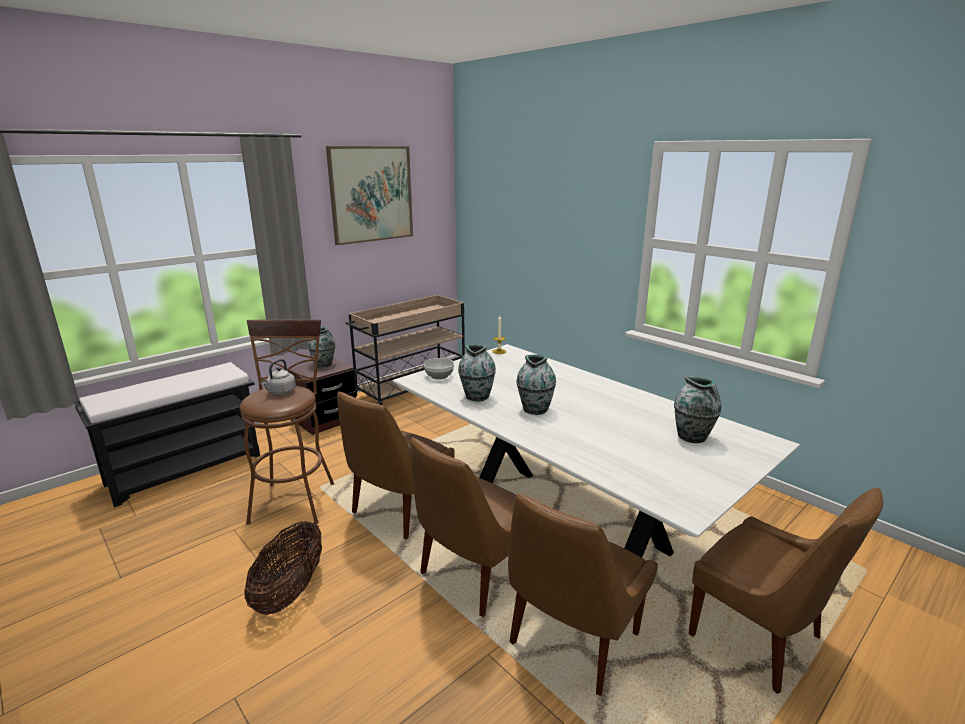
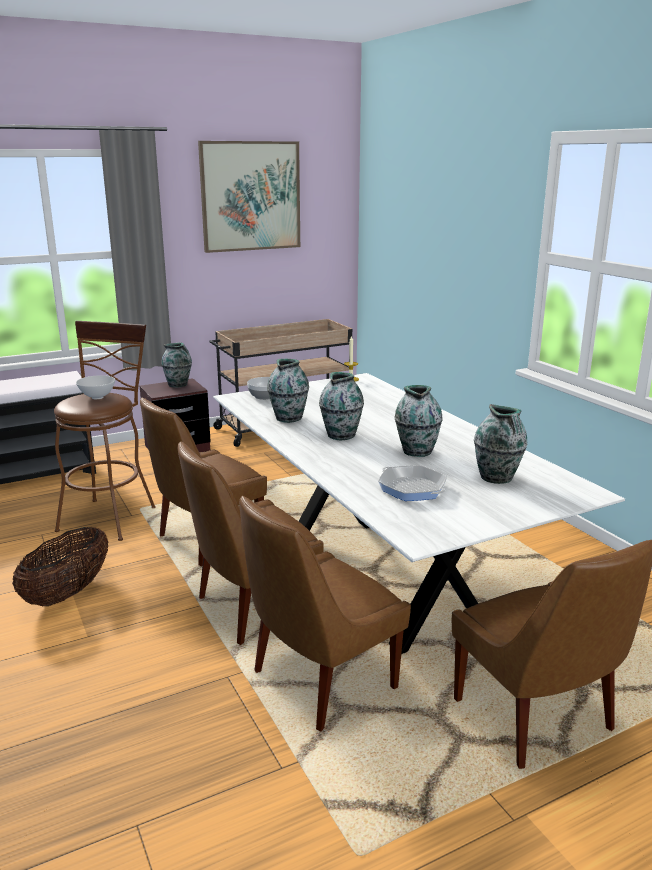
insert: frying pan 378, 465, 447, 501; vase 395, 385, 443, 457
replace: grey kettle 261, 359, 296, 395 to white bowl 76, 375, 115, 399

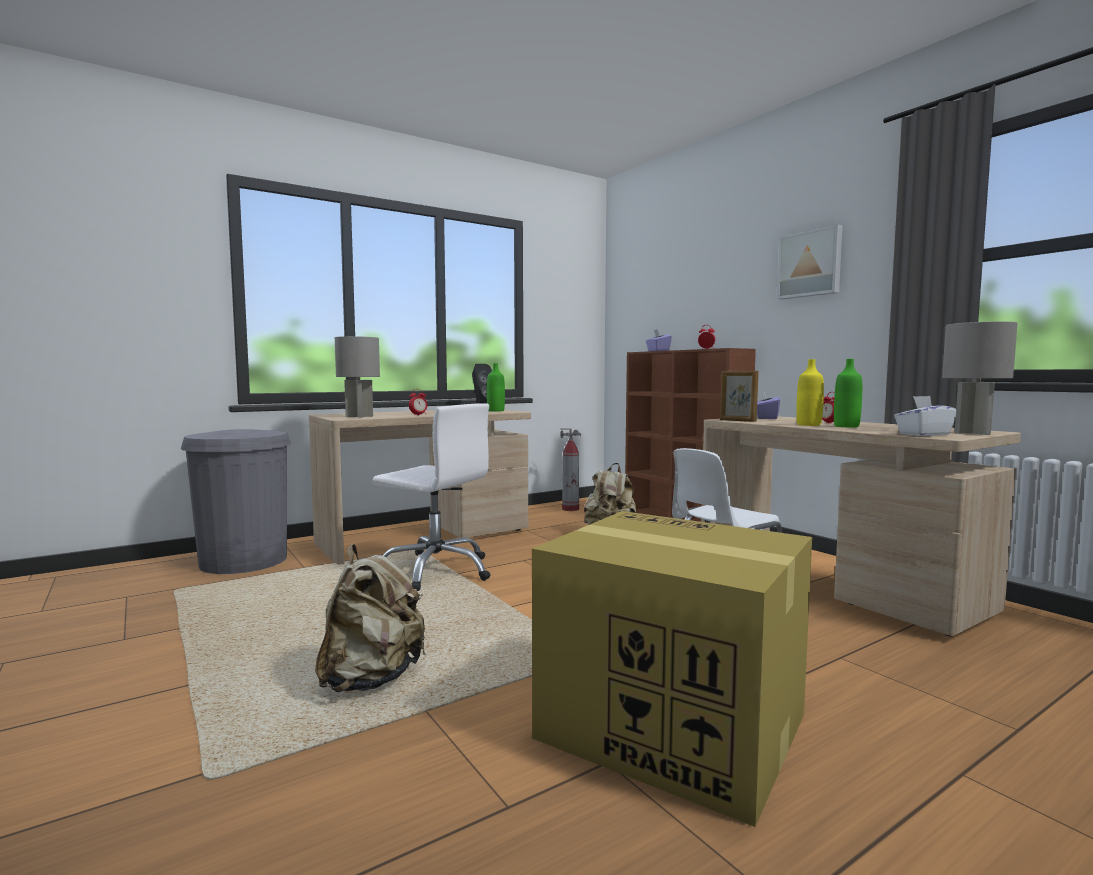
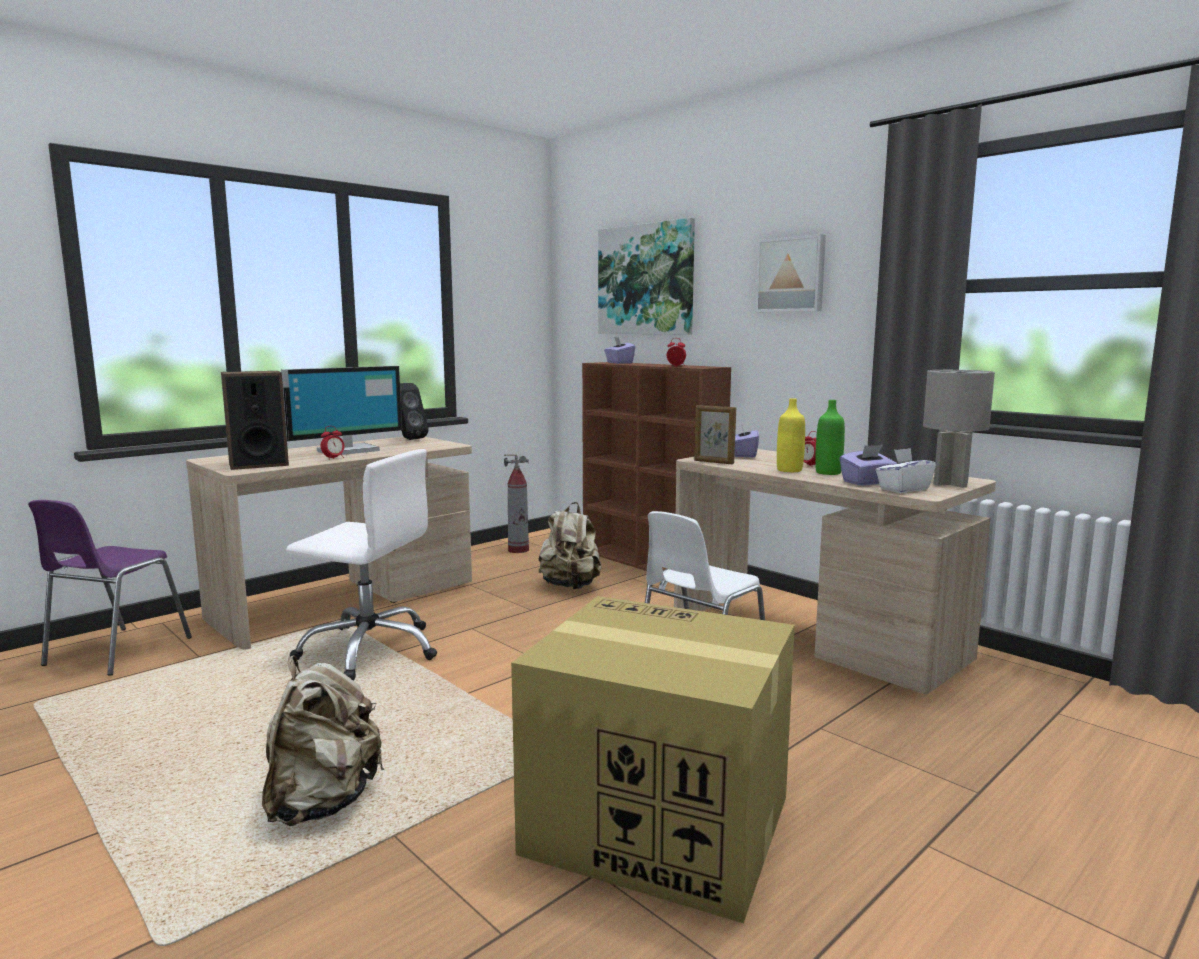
delete: green bottle 487, 363, 505, 412
insert: monitor 281, 366, 402, 455; picture 598, 218, 695, 334; purple tissue box 840, 445, 897, 486
replace: grey trash can 181, 429, 291, 574 to purple chair 28, 500, 192, 676; grey table lamp 335, 336, 380, 418 to speaker 221, 371, 289, 470

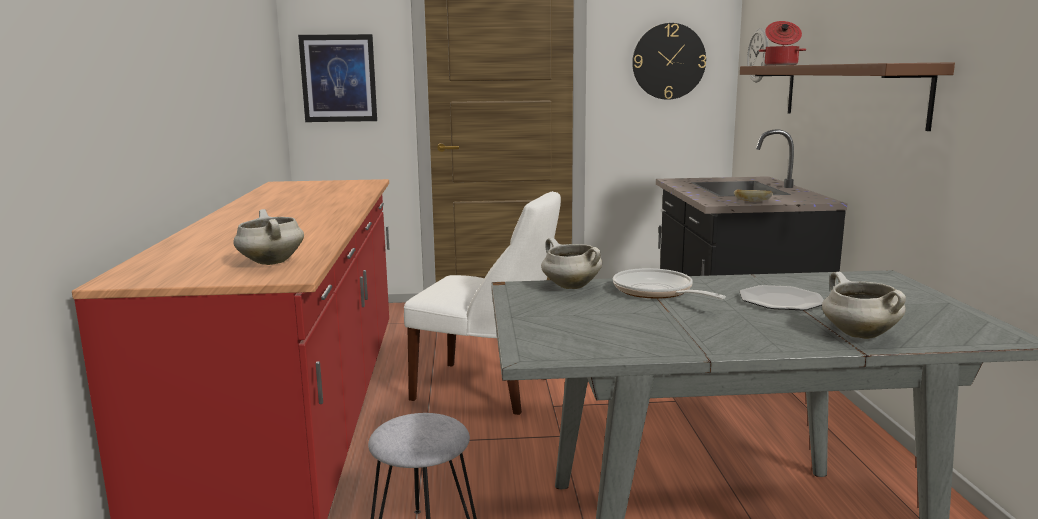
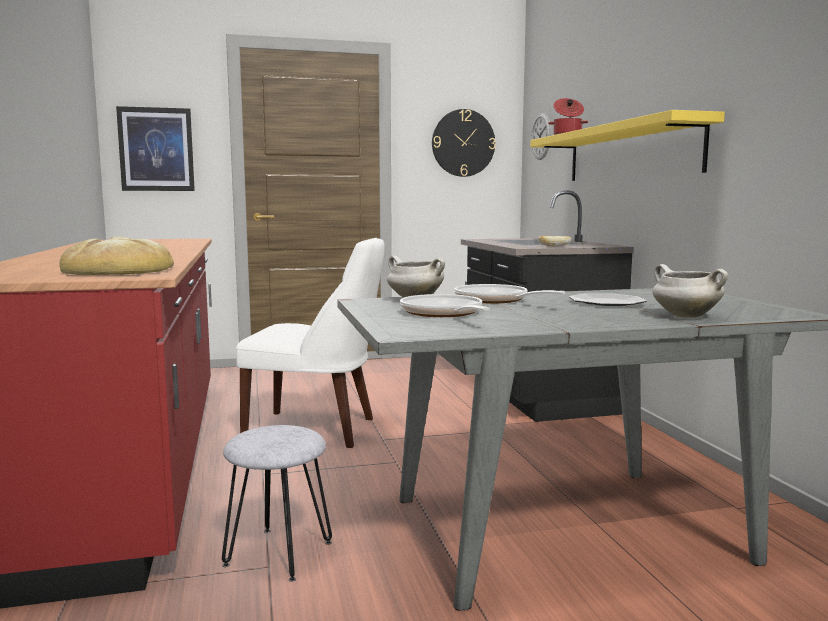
insert: frying pan 400, 294, 490, 317
replace: white cooking pot 233, 209, 304, 265 to bread 59, 236, 174, 275
recolor: brown shelf 740, 62, 955, 131 to yellow shelf 530, 110, 725, 181

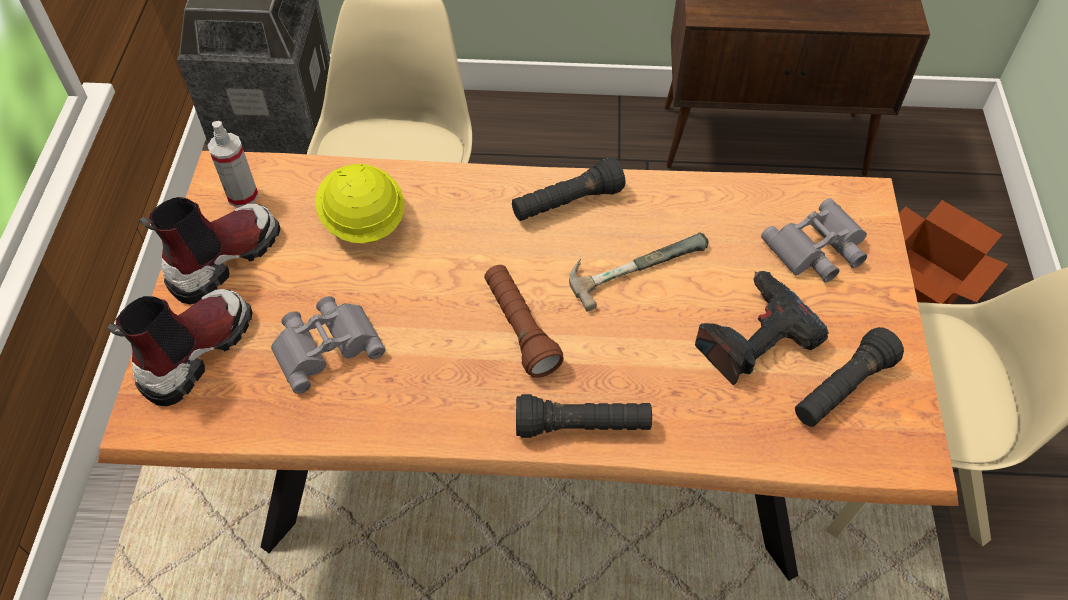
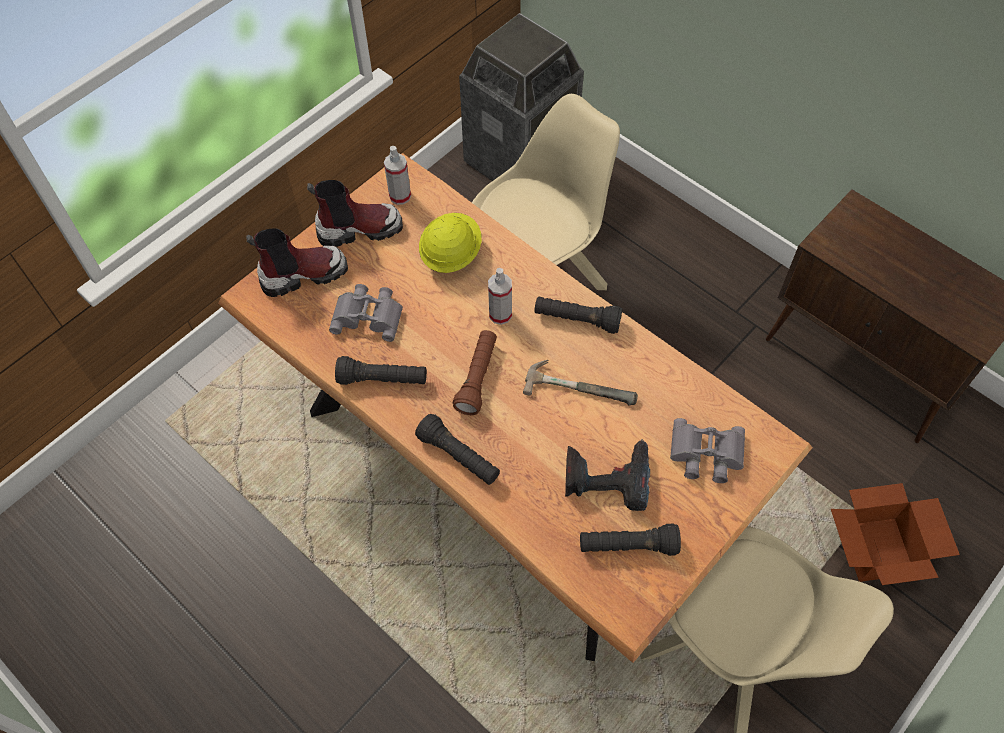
insert: black flashlight 335, 356, 427, 385; spray bottle 488, 268, 512, 325

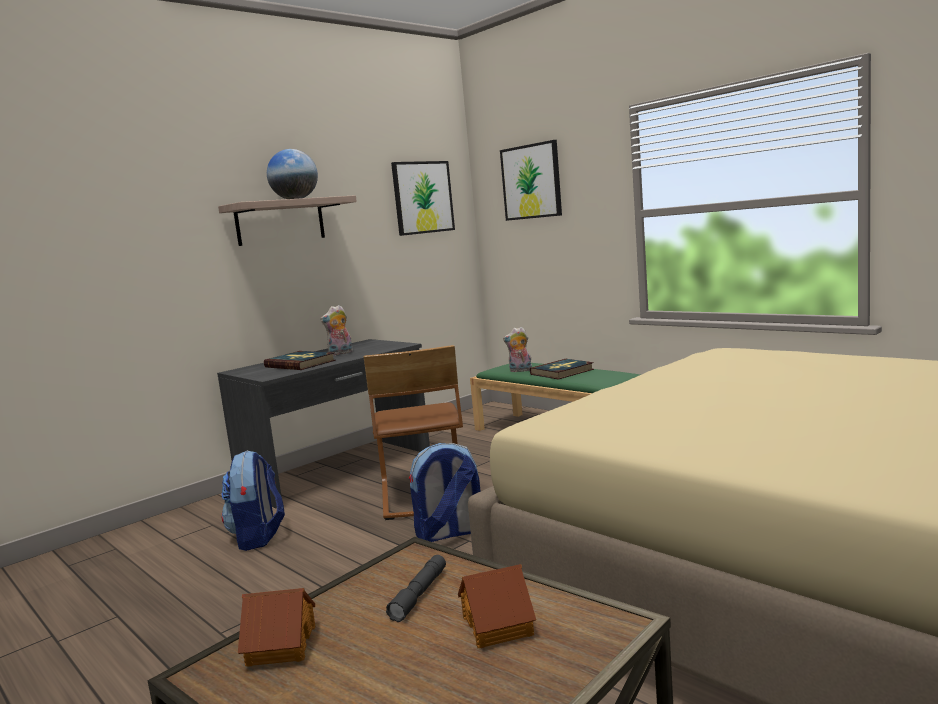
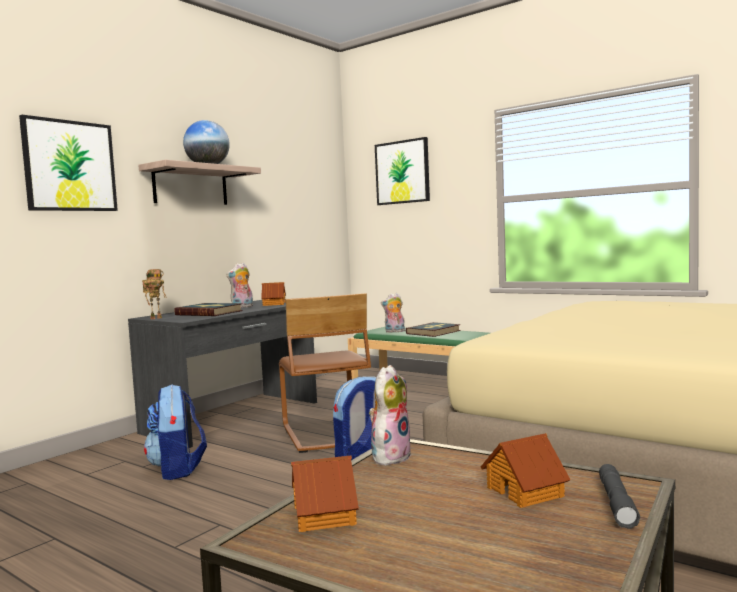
insert: toy robot 142, 269, 166, 319; toy house 261, 282, 286, 306; plush toy 369, 365, 412, 465
move: grey flashlight 386, 555, 446, 622 to 599, 464, 640, 529; picture 391, 161, 455, 236 to 19, 115, 118, 211

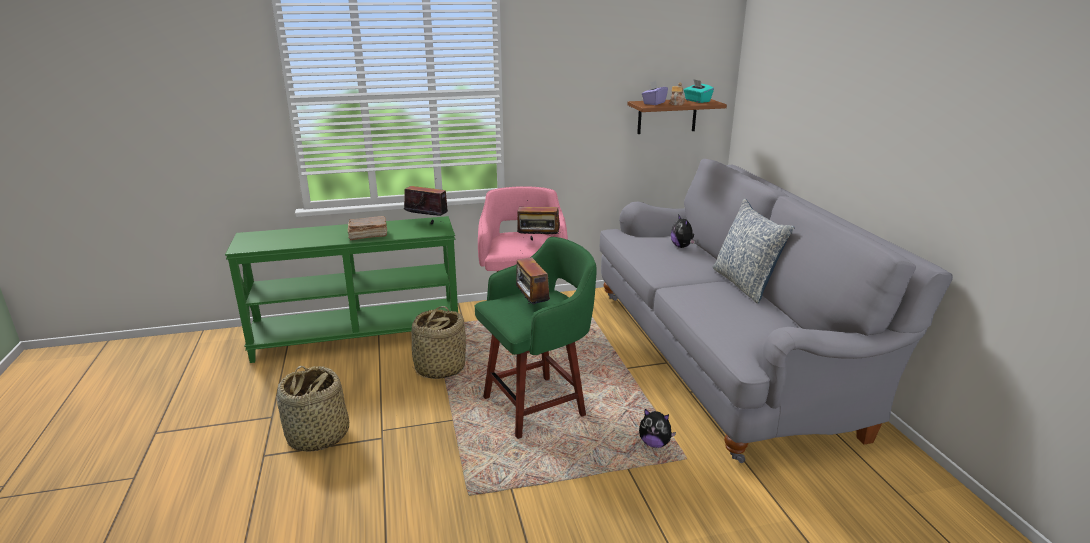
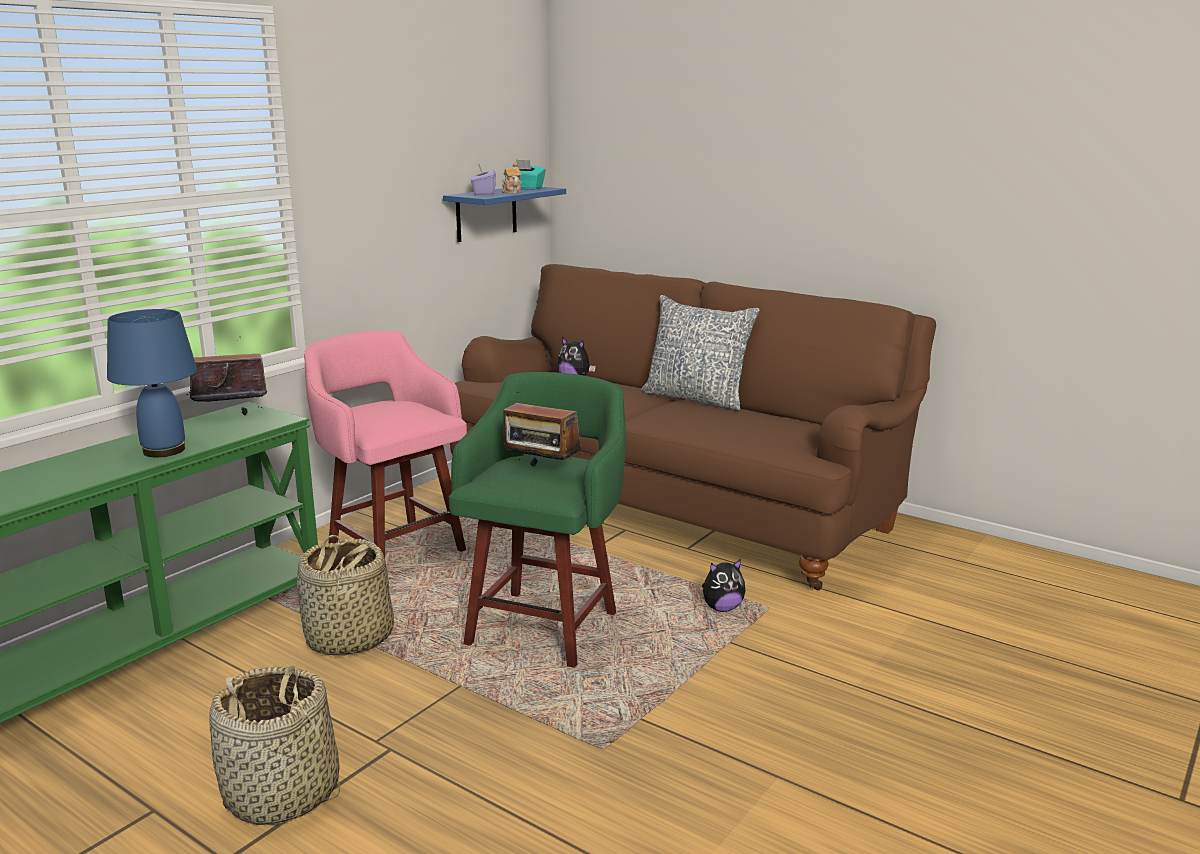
delete: radio 517, 200, 560, 240
replace: brown book 348, 216, 387, 241 to blue table lamp 107, 309, 197, 457
recolor: grey sofa 600, 159, 953, 463 to brown sofa 450, 264, 936, 591; brown shelf 627, 99, 727, 134 to blue shelf 443, 187, 566, 242

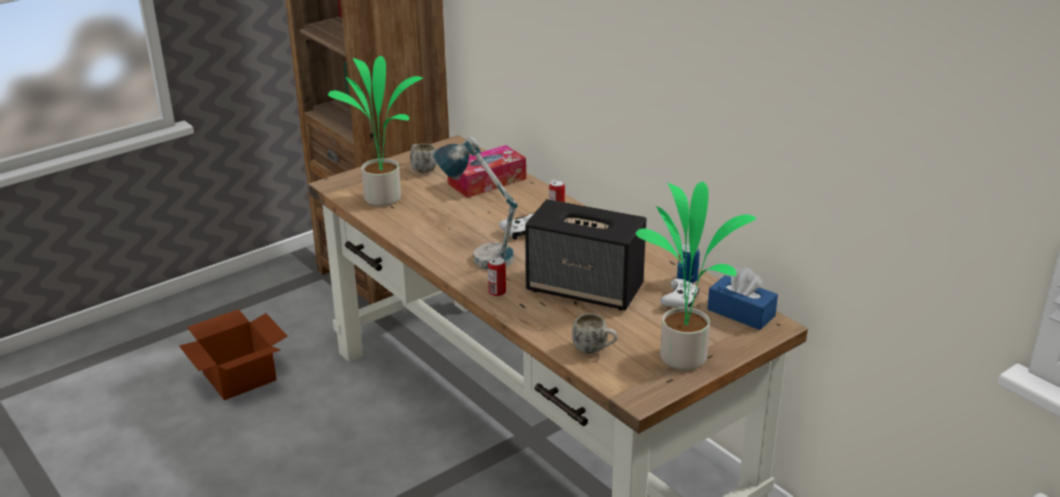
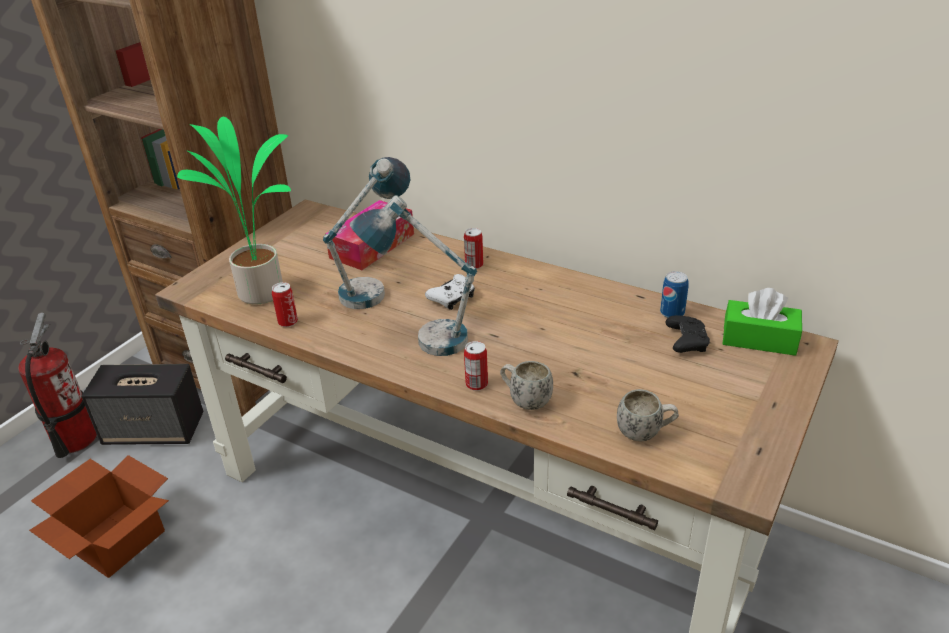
delete: potted plant 636, 182, 756, 370
insert: fire extinguisher 18, 313, 97, 458; can 272, 282, 298, 327; table lamp 323, 157, 410, 309
move: white mug 410, 143, 437, 173 to 500, 361, 553, 410; speaker 525, 199, 647, 311 to 81, 364, 203, 445
recolor: white game controller 660, 279, 699, 308 to black game controller 665, 315, 710, 353; blue tissue box 707, 268, 778, 330 to green tissue box 722, 288, 802, 356

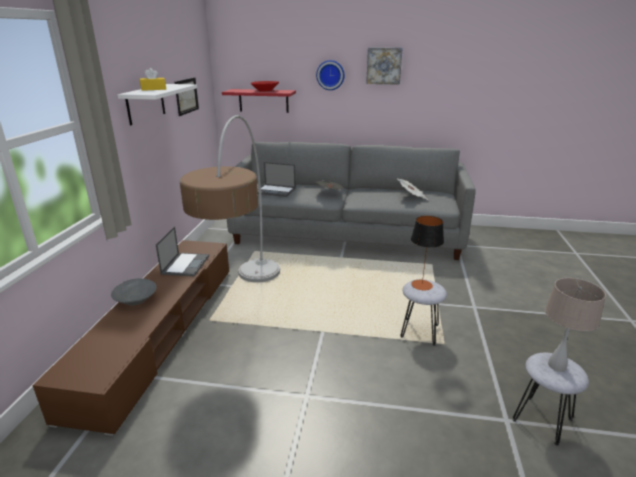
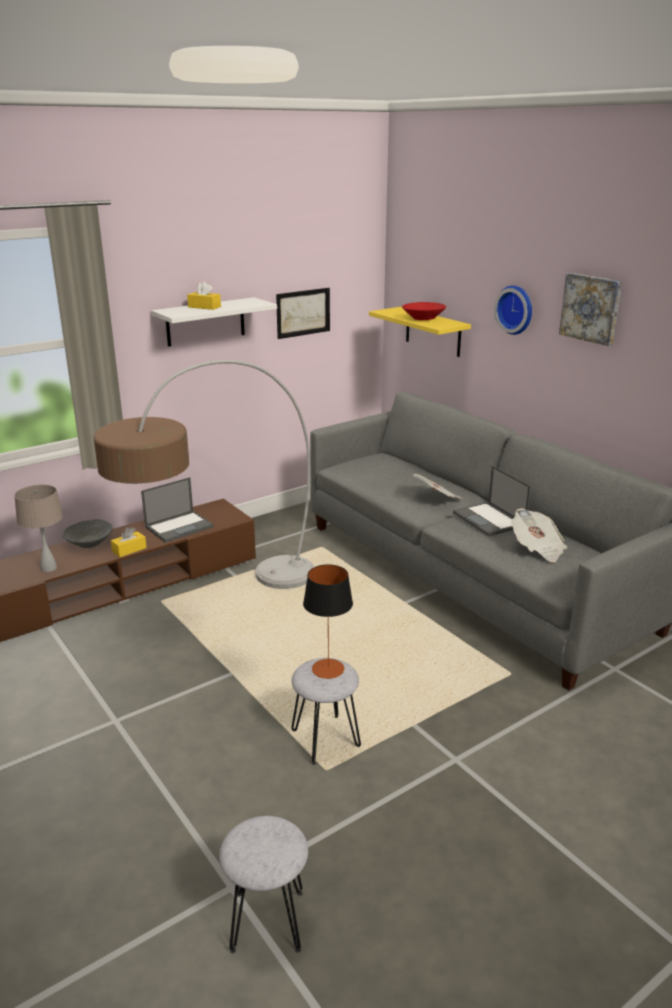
insert: yellow tissue box 111, 527, 147, 557
move: laptop 258, 162, 296, 197 to 453, 465, 531, 537; beige table lamp 545, 278, 606, 372 to 14, 484, 63, 572
recolor: red shelf 222, 89, 296, 113 to yellow shelf 369, 307, 471, 357

